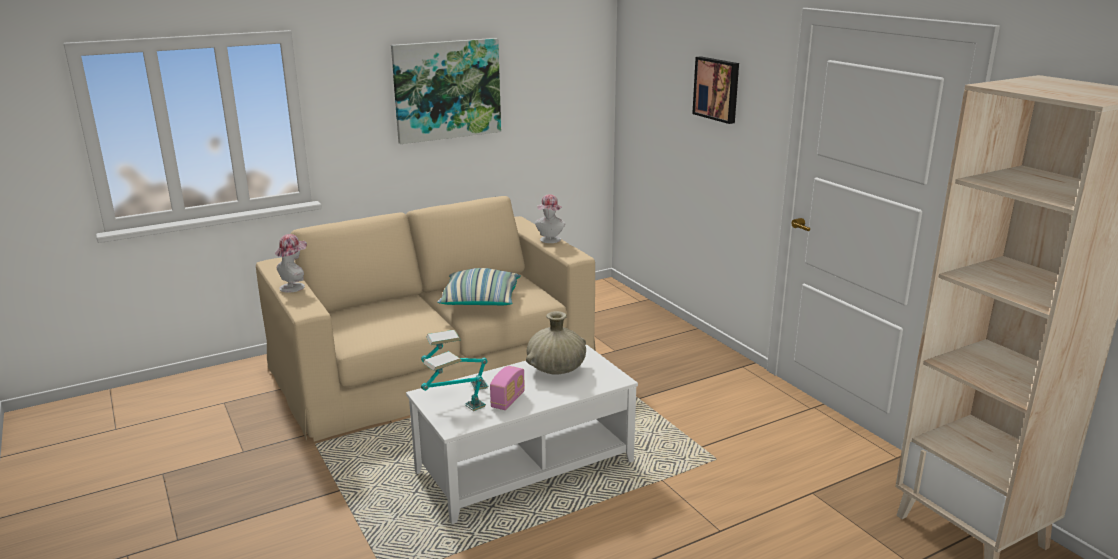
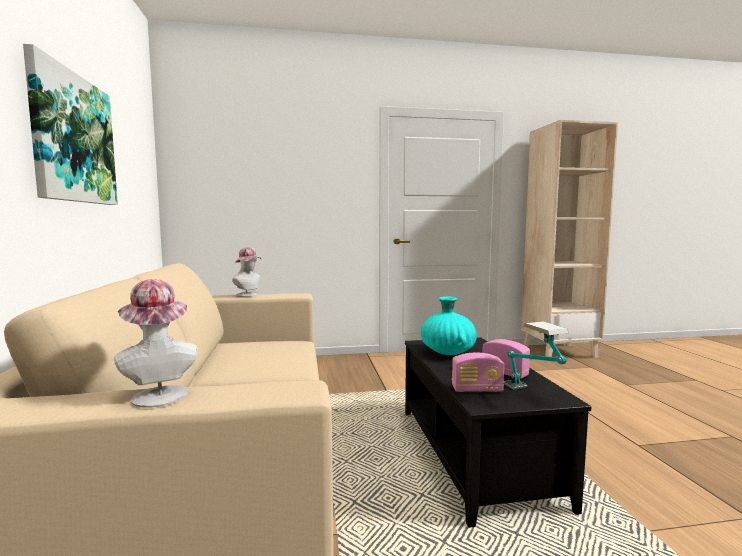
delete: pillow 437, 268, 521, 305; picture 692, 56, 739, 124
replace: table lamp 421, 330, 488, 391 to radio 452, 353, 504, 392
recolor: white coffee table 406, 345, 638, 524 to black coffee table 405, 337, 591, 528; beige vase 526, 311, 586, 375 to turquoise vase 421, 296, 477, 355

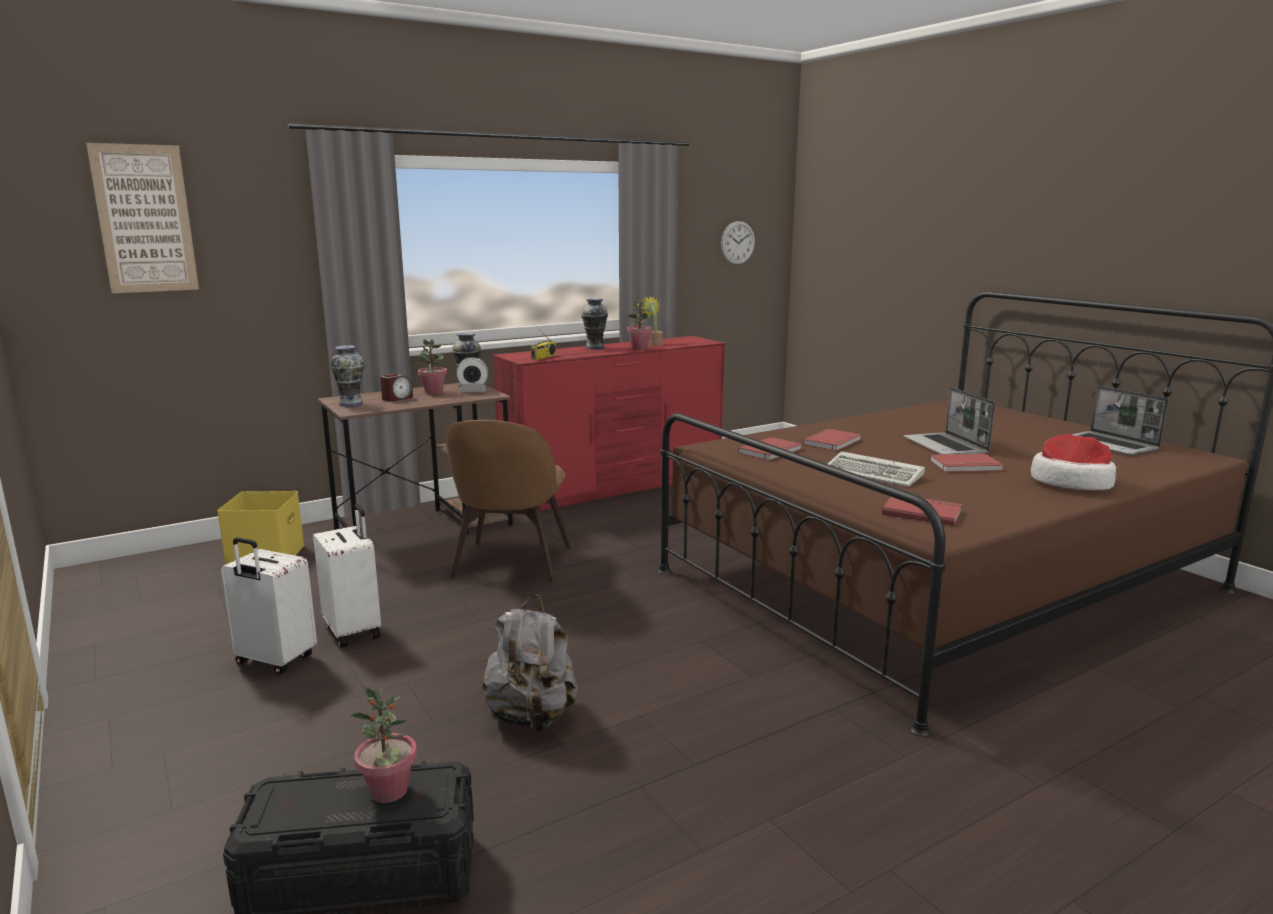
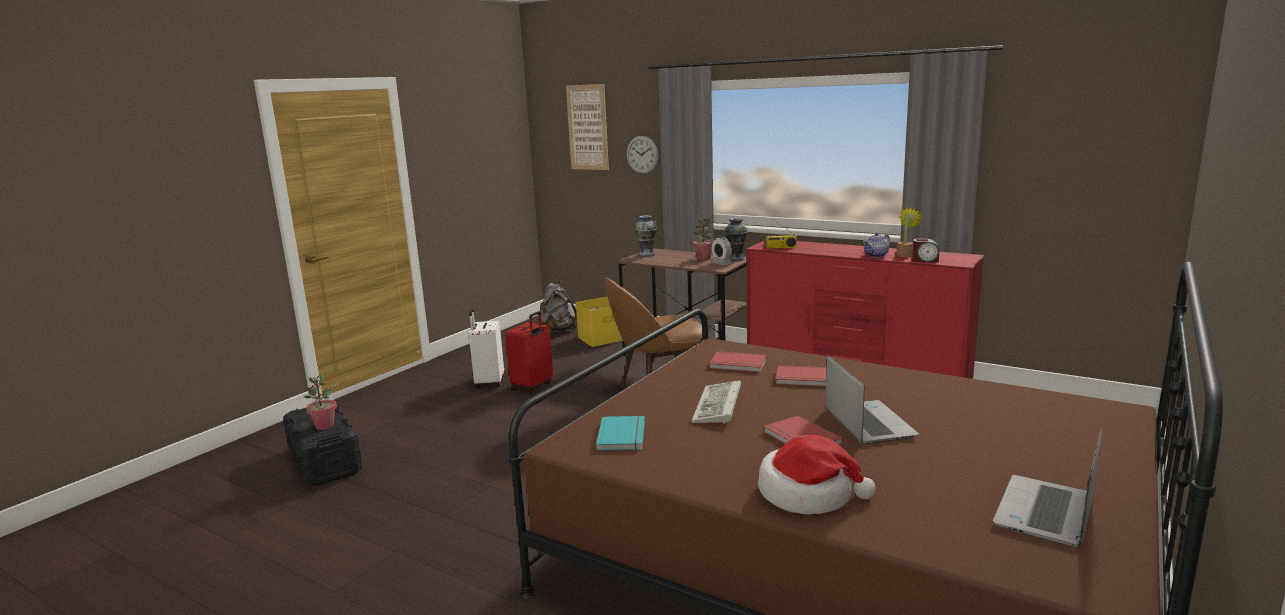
delete: vase 581, 298, 608, 349
move: alarm clock 380, 373, 413, 402 to 912, 238, 939, 263; grey backpack 482, 595, 578, 732 to 538, 280, 577, 332; wall clock 721, 221, 755, 265 to 627, 136, 658, 174
replace: potted plant 627, 299, 652, 349 to teapot 863, 232, 890, 257
recolor: white suitcase 313, 504, 381, 648 to red suitcase 505, 311, 553, 394; red book 882, 497, 962, 526 to turquoise book 596, 416, 645, 451
rotate: laptop 903, 387, 995, 454 = 825, 356, 919, 444 120 degrees clockwise

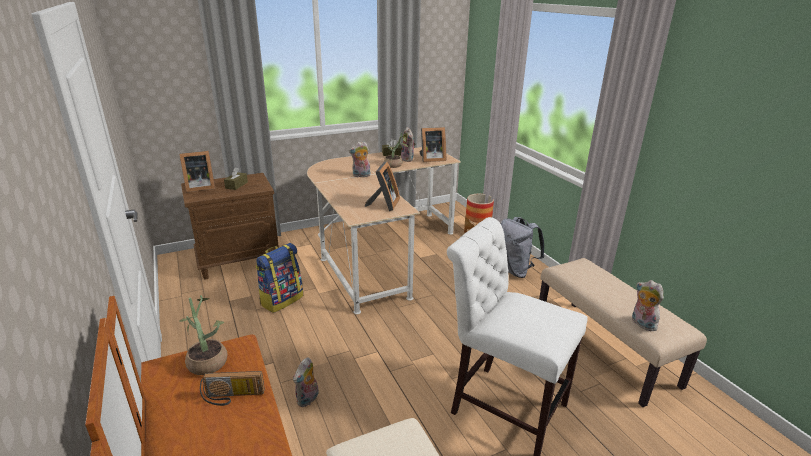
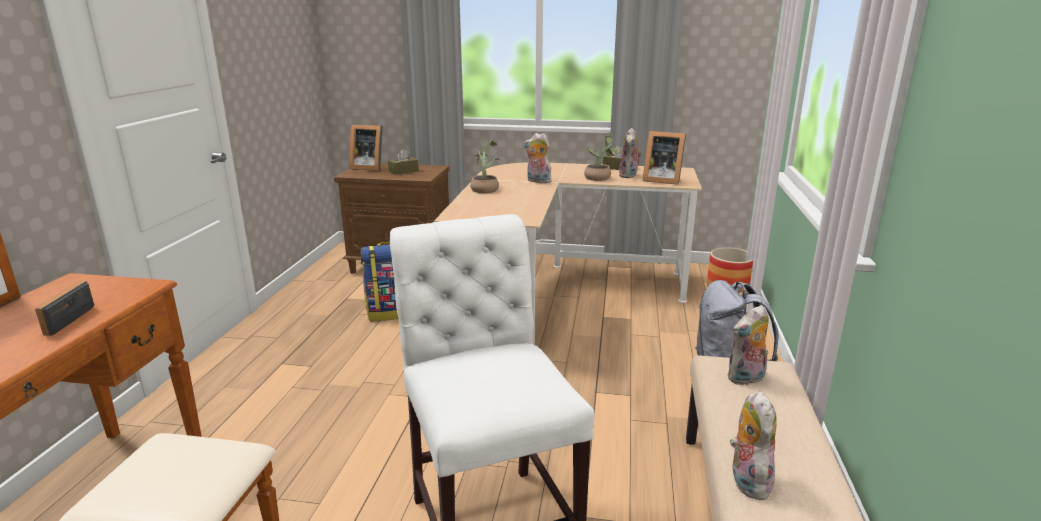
delete: picture frame 365, 161, 400, 211
move: potted plant 179, 295, 228, 375 to 470, 137, 499, 193; plush toy 293, 357, 319, 407 to 727, 305, 769, 386
rotate: radio 200, 371, 265, 406 = 35, 281, 94, 336 60 degrees clockwise

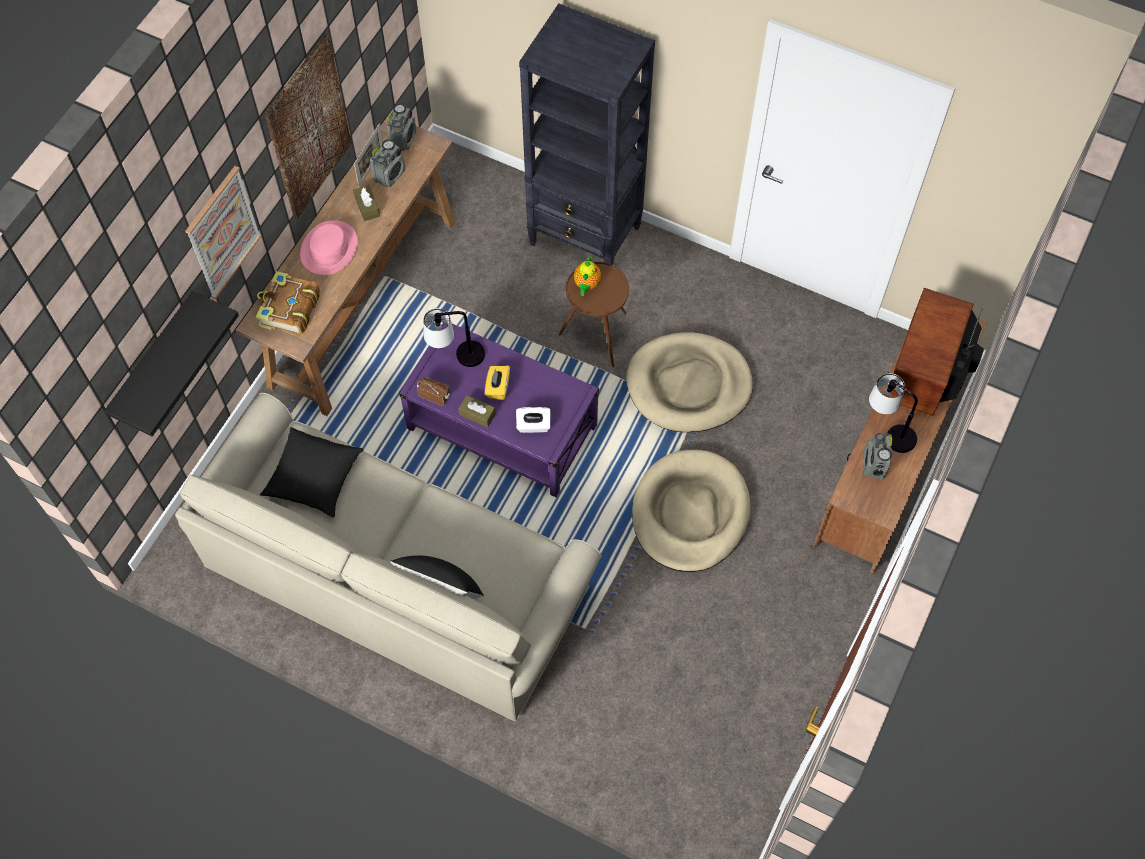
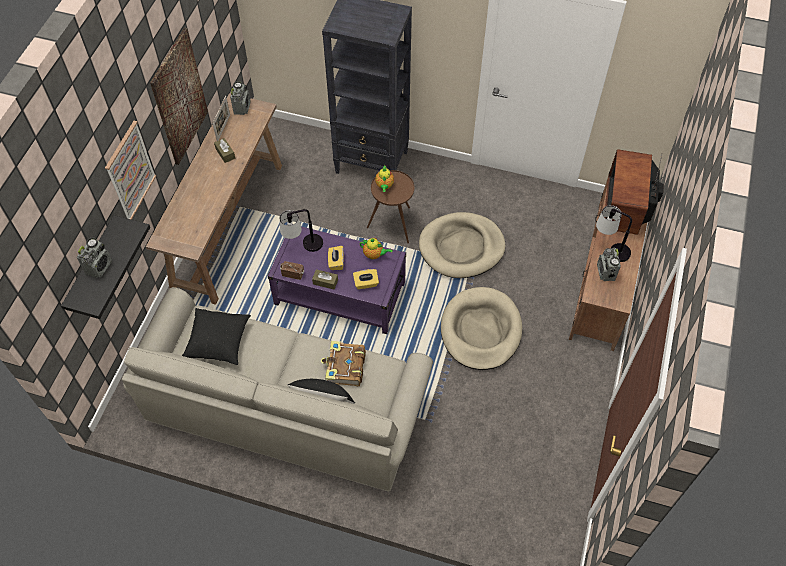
delete: pink hat 300, 220, 358, 275
insert: teapot 360, 238, 393, 259
move: book 256, 271, 320, 335 to 321, 341, 366, 386; radio 370, 139, 405, 187 to 77, 237, 112, 278
recolor: white tissue box 516, 407, 550, 433 to yellow tissue box 353, 269, 379, 289

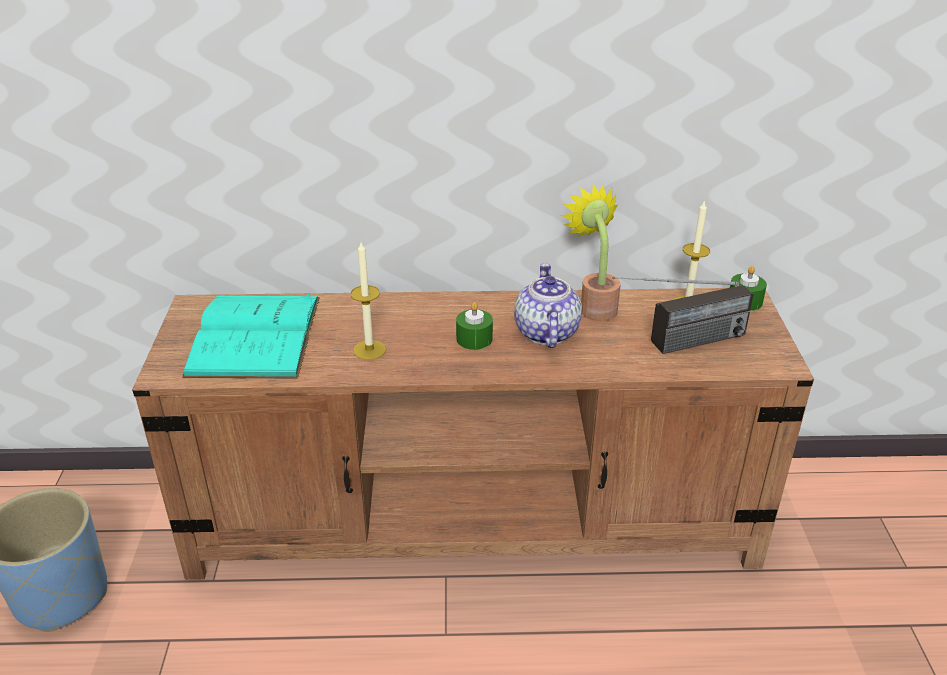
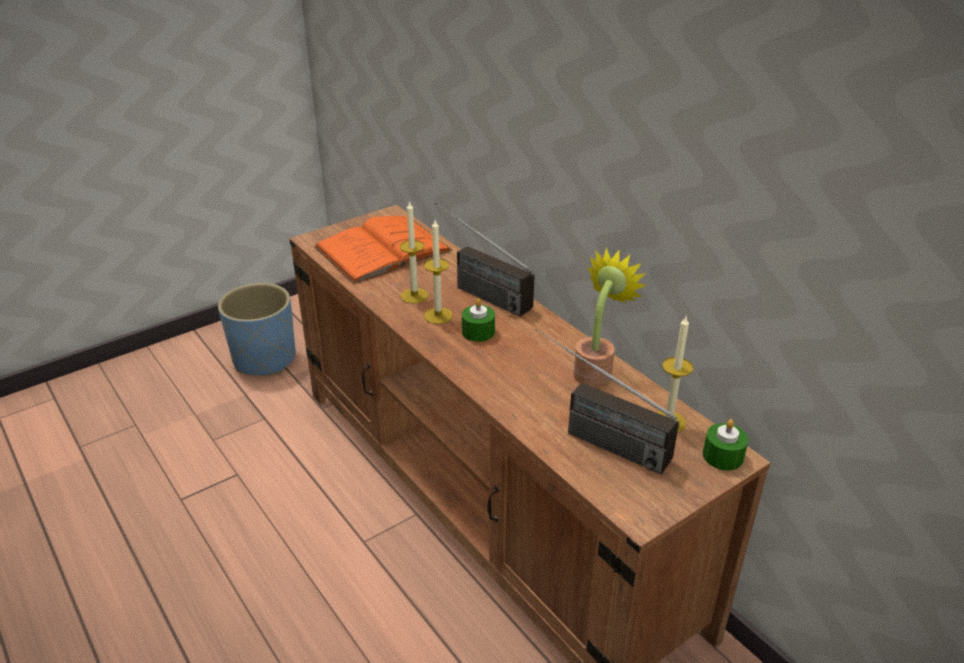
delete: teapot 514, 263, 582, 348
insert: candle 424, 220, 453, 324; radio 435, 202, 535, 317
recolor: turquoise book 182, 293, 320, 379 to orange book 314, 216, 453, 284

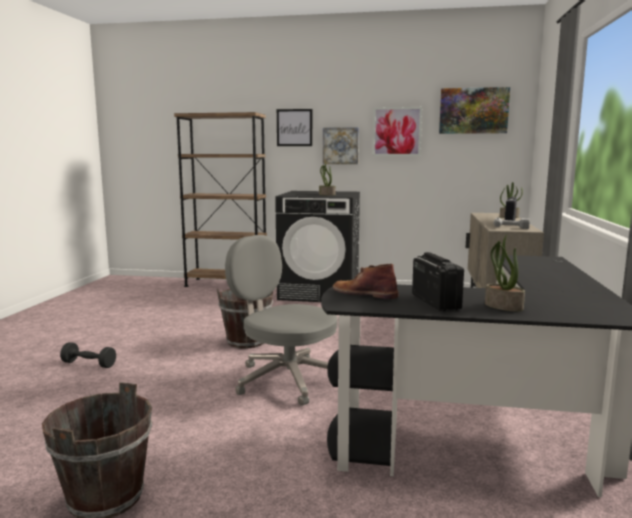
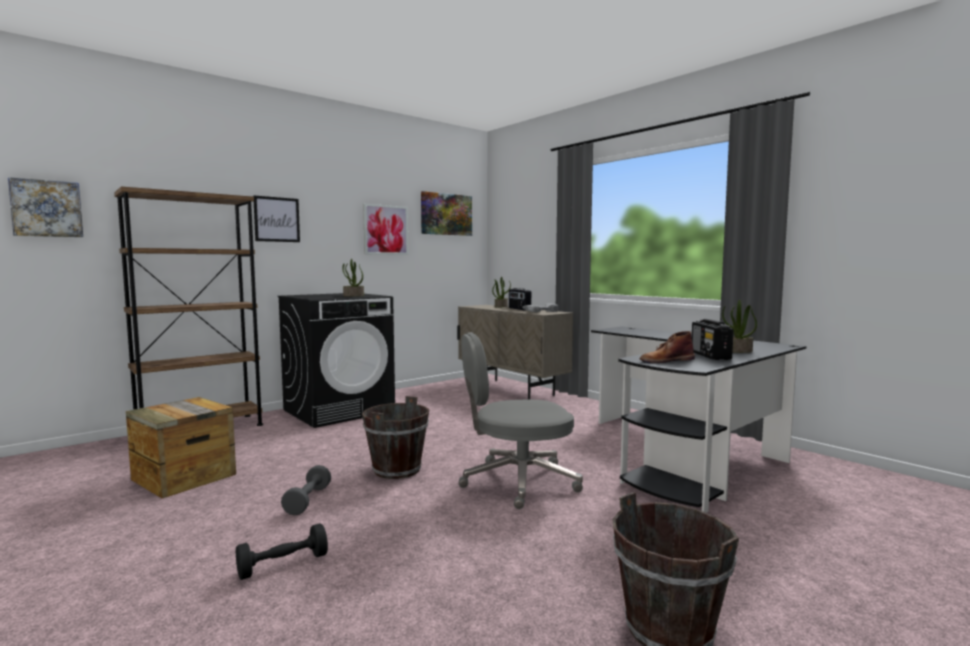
insert: crate 126, 397, 236, 498; grey dumbbell 281, 465, 331, 515
move: picture 323, 127, 359, 164 to 8, 177, 83, 237
rotate: radio 412, 252, 464, 311 = 692, 319, 734, 360 120 degrees counterclockwise

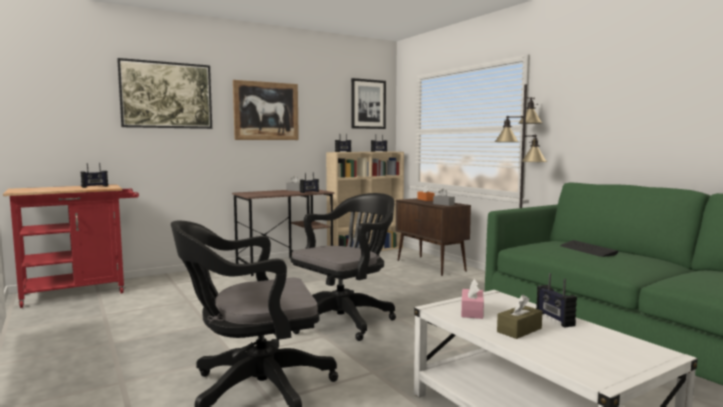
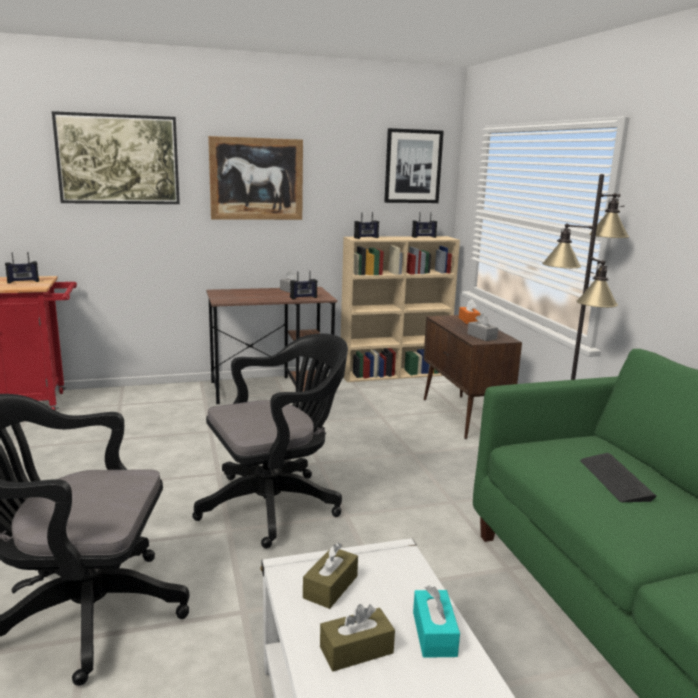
replace: radio 536, 273, 577, 327 to turquoise tissue box 413, 585, 460, 658
recolor: pink tissue box 461, 279, 484, 319 to brown tissue box 303, 543, 358, 609

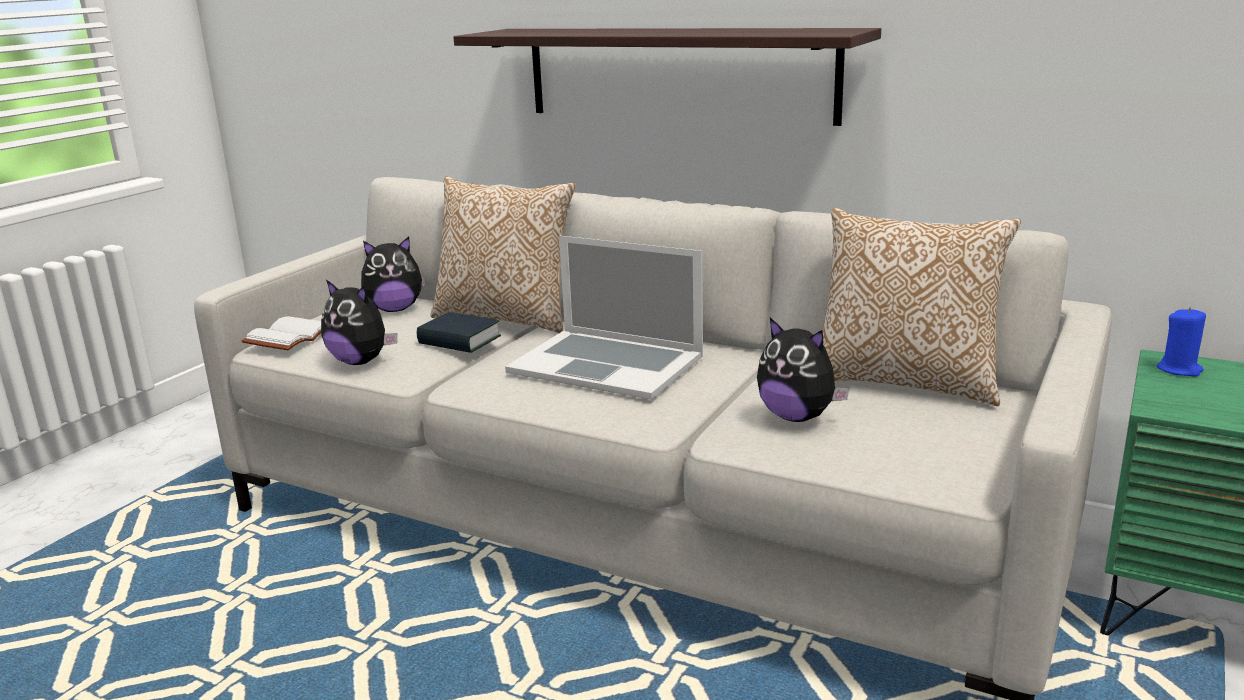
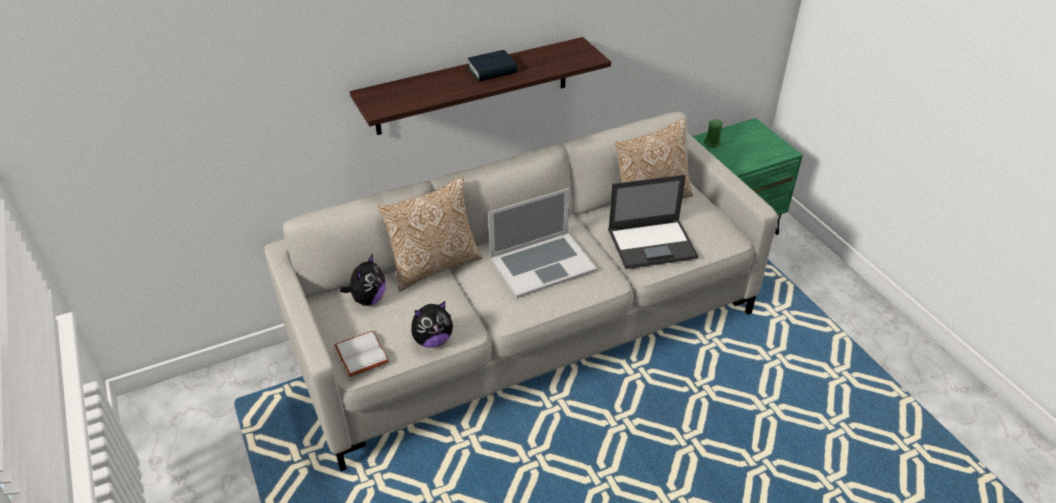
move: book 417, 312, 501, 353 to 467, 50, 517, 81
replace: plush toy 757, 318, 850, 422 to laptop 608, 175, 698, 269
recolor: blue candle 1157, 307, 1206, 376 to green candle 704, 119, 722, 148

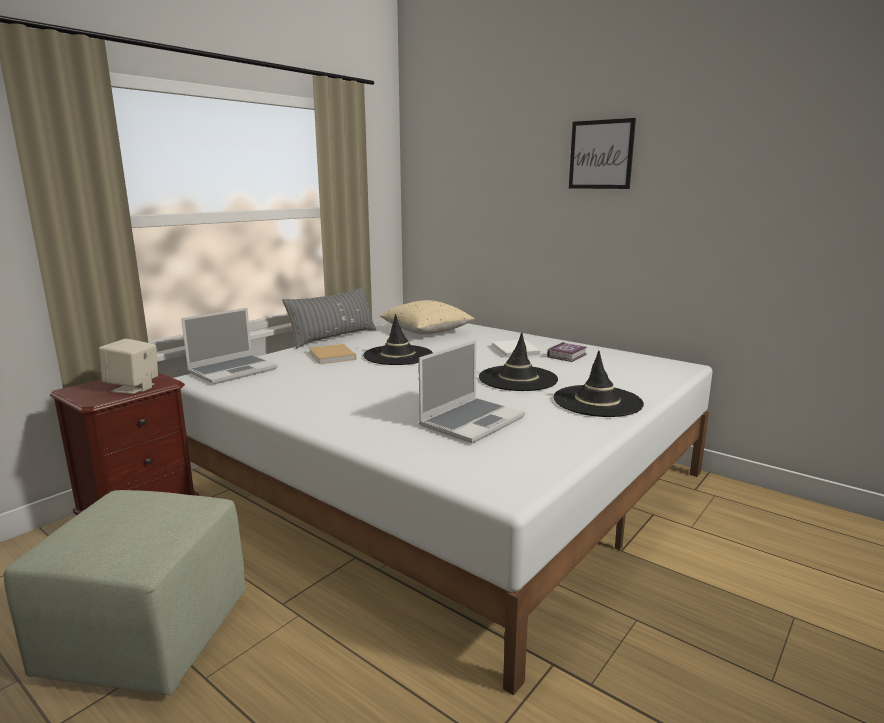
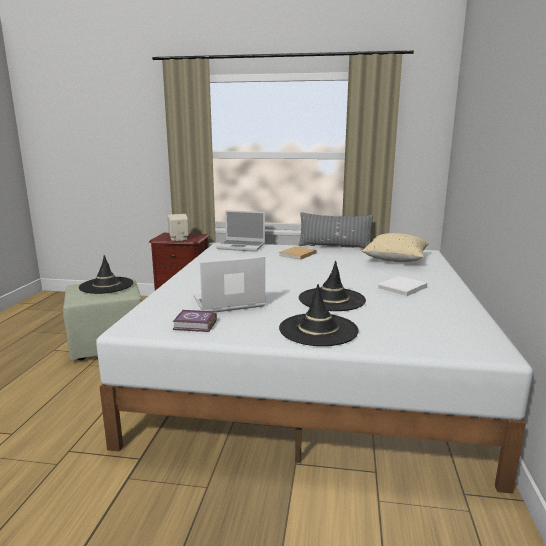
delete: picture 569, 118, 636, 189
move: black hat 363, 314, 433, 365 to 79, 255, 134, 294; book 547, 342, 587, 362 to 172, 310, 217, 332
rotate: laptop 419, 340, 525, 443 = 194, 256, 266, 312 150 degrees clockwise

